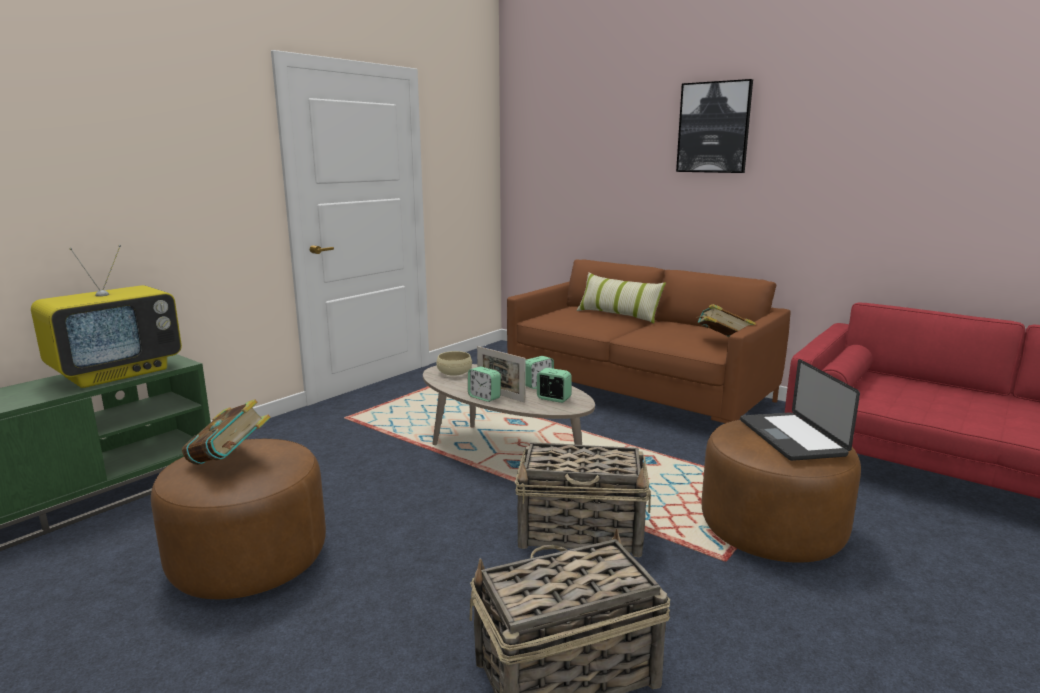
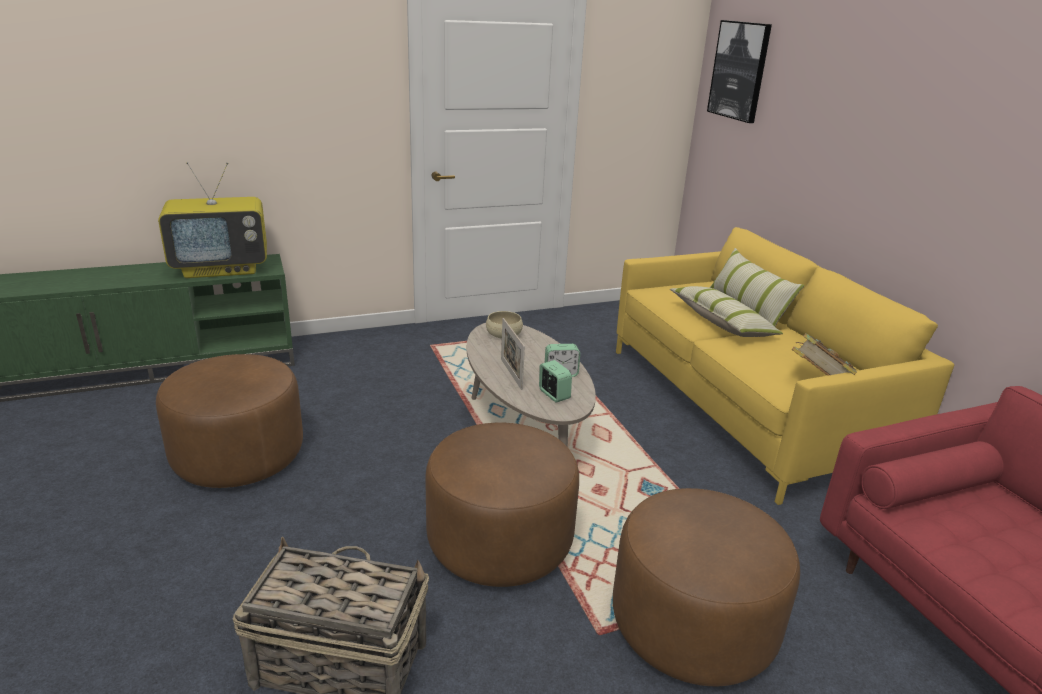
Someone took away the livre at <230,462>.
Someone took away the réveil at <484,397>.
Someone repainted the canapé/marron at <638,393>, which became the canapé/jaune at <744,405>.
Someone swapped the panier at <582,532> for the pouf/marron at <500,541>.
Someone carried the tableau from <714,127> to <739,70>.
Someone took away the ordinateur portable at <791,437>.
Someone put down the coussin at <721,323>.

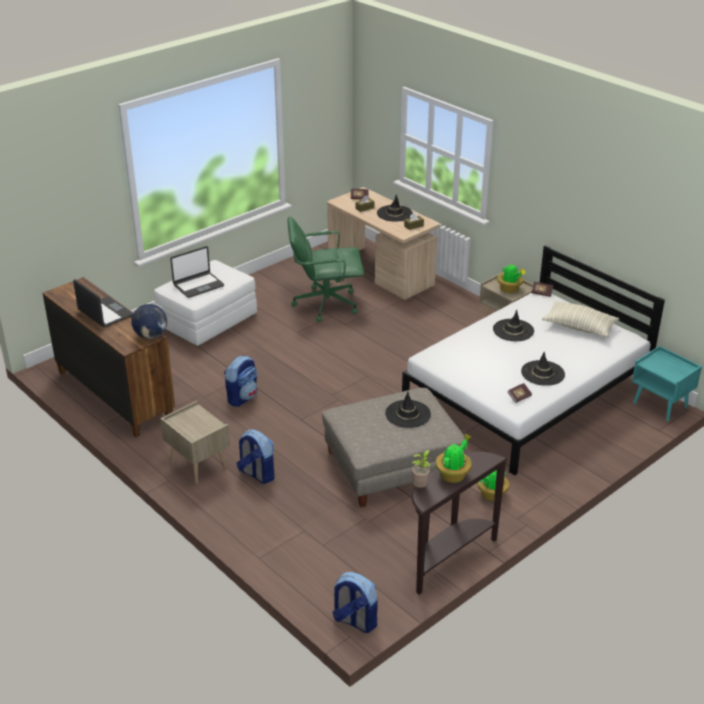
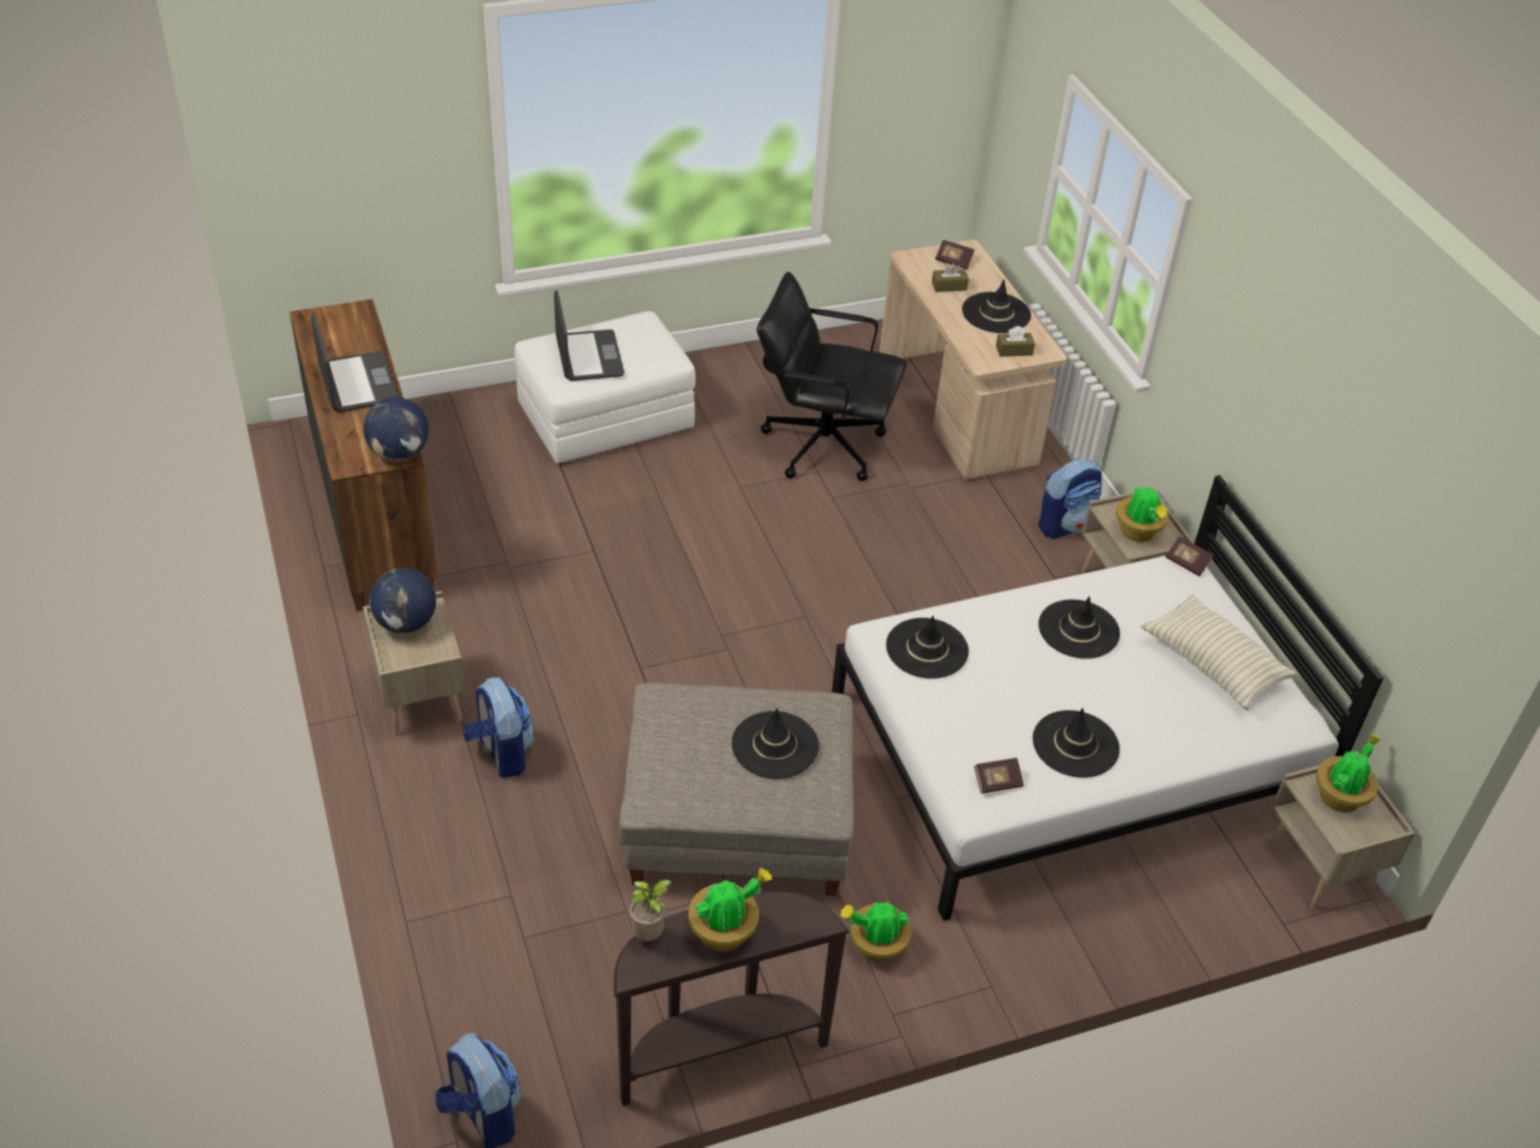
Someone rotated the ordinateur portable at <198,285> by 90 degrees counterclockwise.
Someone carried the sac à dos from <242,397> to <1065,524>.
Someone repainted the chaise de bureau/vert at <325,304>, which became the chaise de bureau/noir at <822,444>.
Someone repainted the table de chevet/turquoise at <661,405>, which became the table de chevet/beige at <1320,868>.
Someone put down the globe at <406,623>.
Someone put down the chapeau/noir at <927,649>.
Someone put down the plante en pot at <1340,796>.

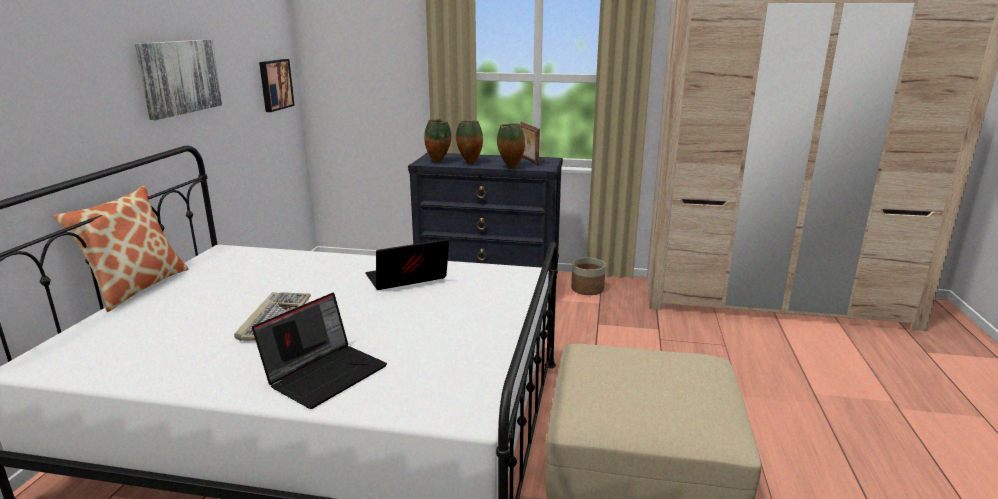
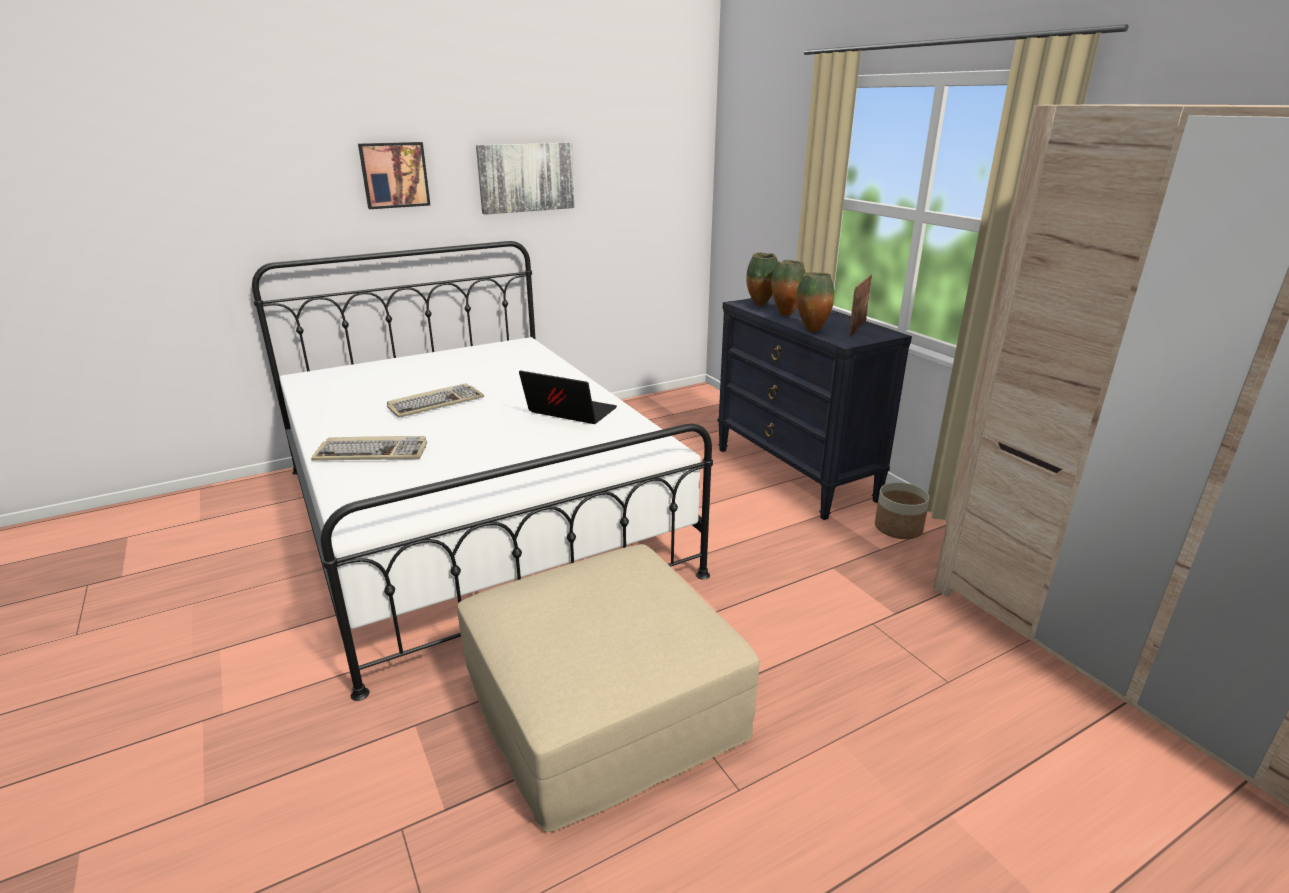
Someone took away the coussin at <136,287>.
Someone swapped the ordinateur portable at <326,373> for the clavier at <373,452>.
Someone carried the tableau from <275,84> to <394,175>.

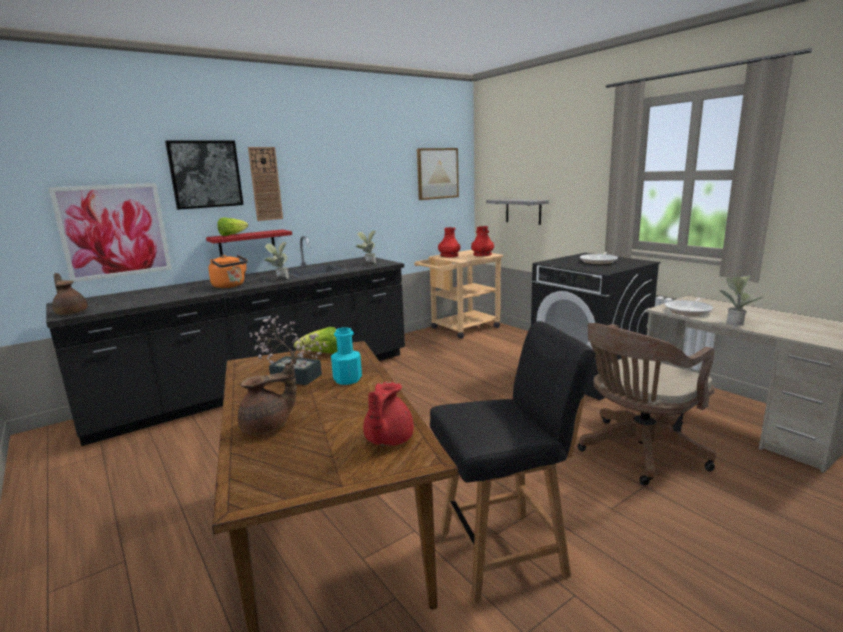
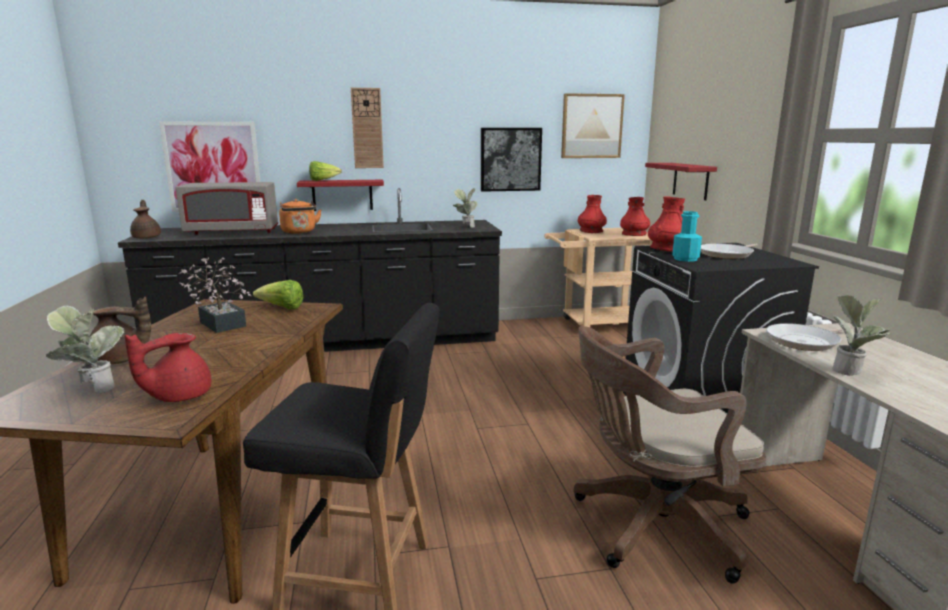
Someone carried the tableau from <205,174> to <510,159>.
Someone carried the plante en pot from <280,279> to <92,388>.
Someone carried the bouteille/turquoise from <347,379> to <685,259>.
Someone repainted the étagère/gris at <523,211>, which became the étagère/rouge at <690,180>.
Someone put down the micro-ondes/gris at <233,232>.
Someone put down the vase/rouge at <667,249>.

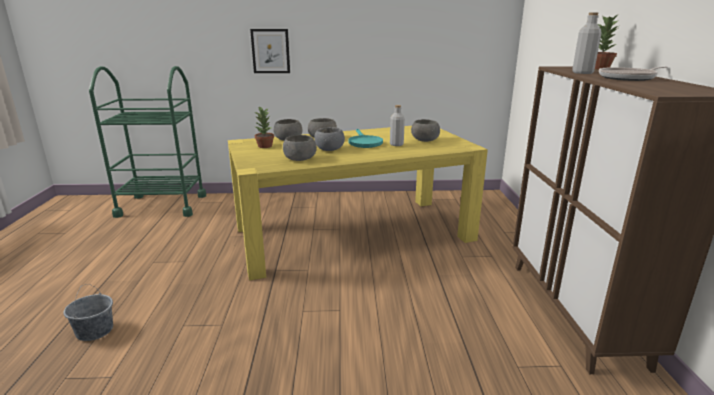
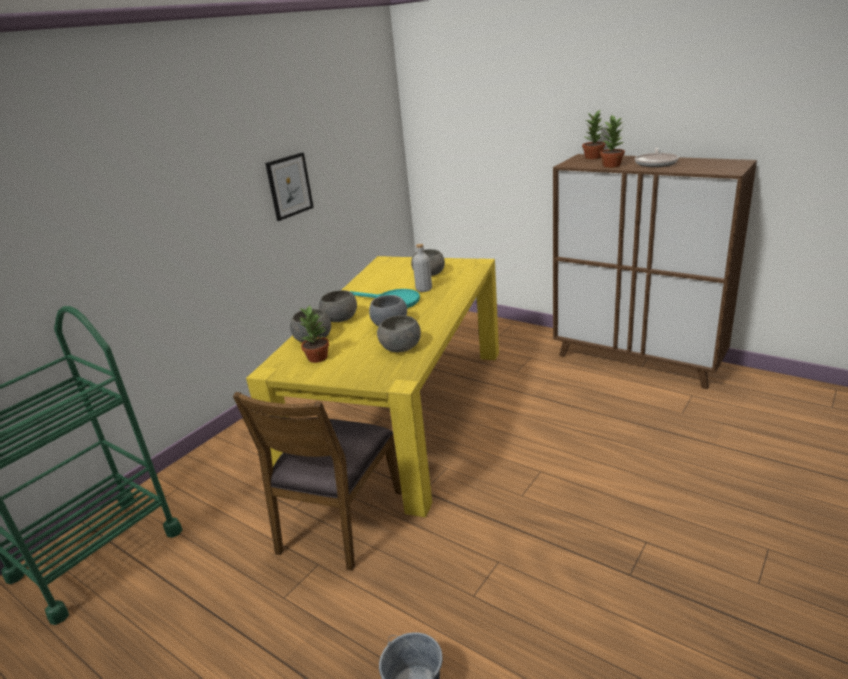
Someone carried the tableau from <270,51> to <289,186>.
Someone swapped the bouteille/gris at <582,73> for the plante en pot at <612,165>.
Someone put down the chaise/marron at <338,521>.

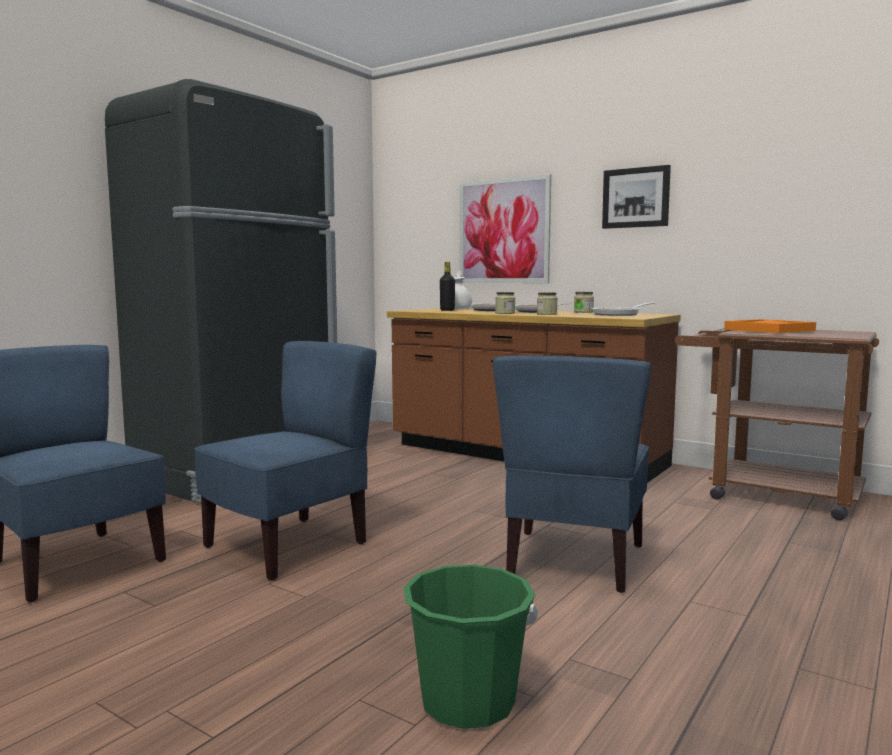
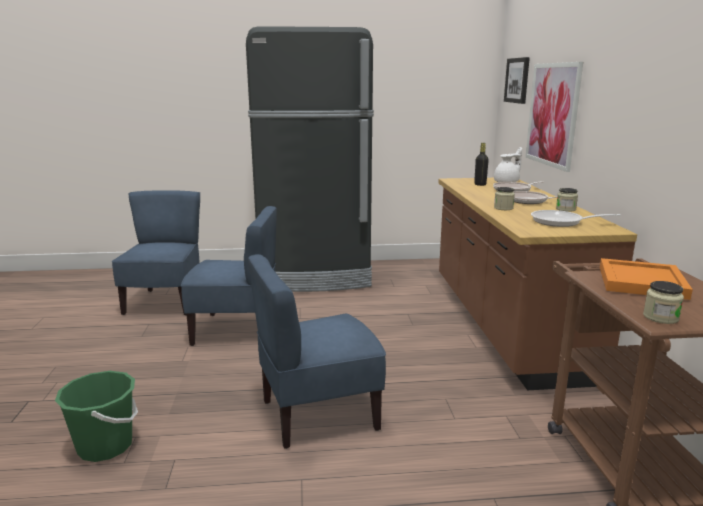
Someone carried the bocal from <505,313> to <660,317>.
Someone carried the tableau from <636,198> to <517,80>.

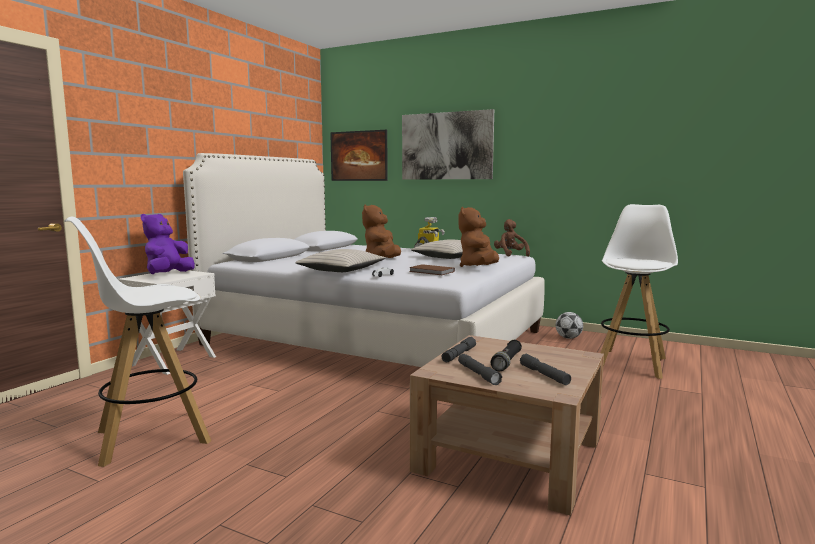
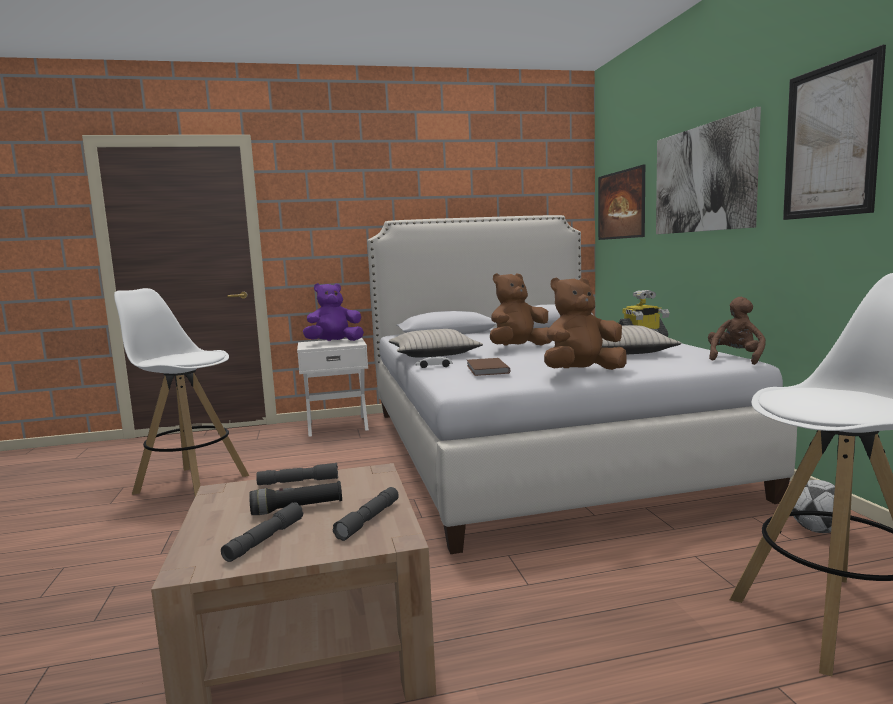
Someone carried the lampe de poche/gris from <478,374> to <368,520>.
Someone put up the tableau at <830,141>.

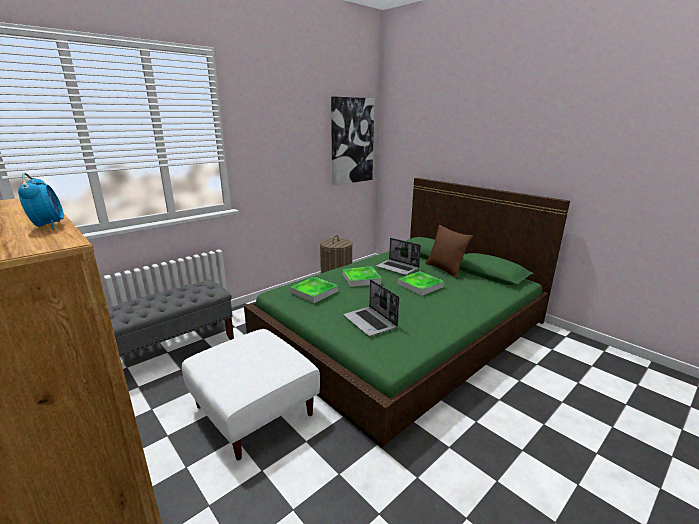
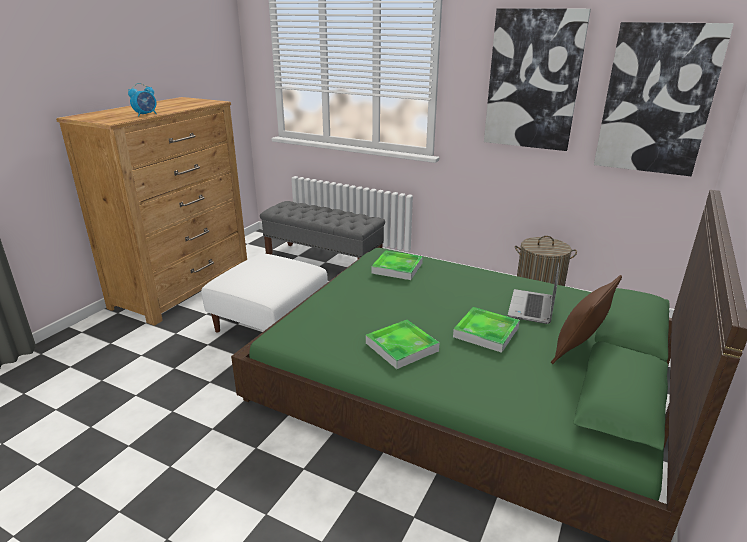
Someone carried the plateau from <361,279> to <401,347>.
Someone took away the ordinateur portable at <370,322>.
Someone put up the tableau at <533,80>.

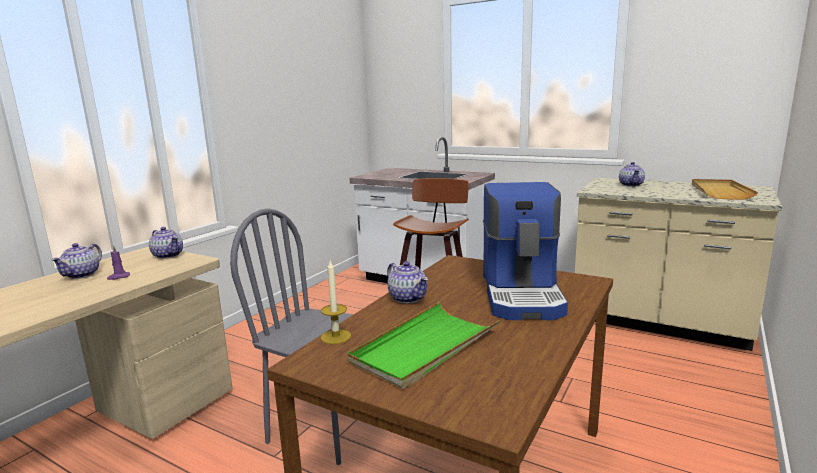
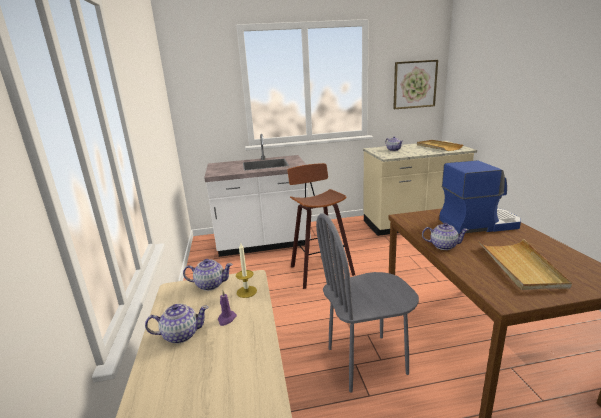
Someone rotated the théière at <82,275> by 75 degrees counterclockwise.
Someone carried the bougie from <336,337> to <246,292>.
Someone repainted the plateau/vert at <425,347>, which became the plateau/beige at <520,266>.
Someone rotated the machine à café at <523,294> by 60 degrees counterclockwise.
Someone put up the tableau at <414,84>.

